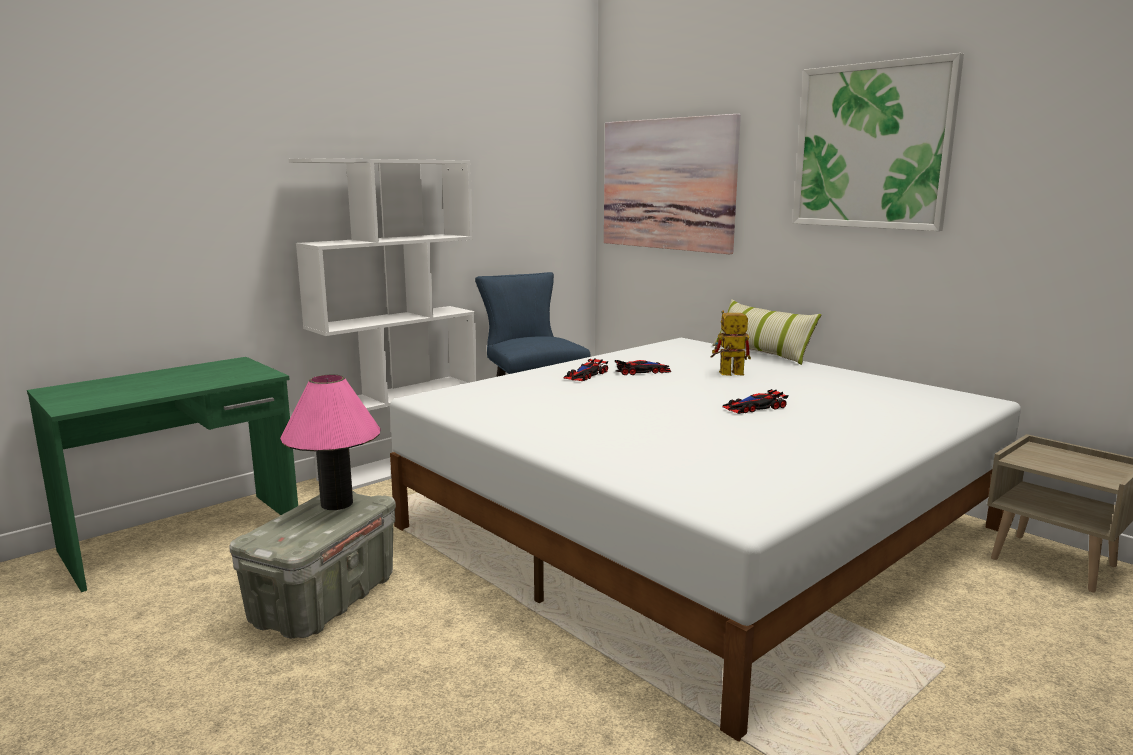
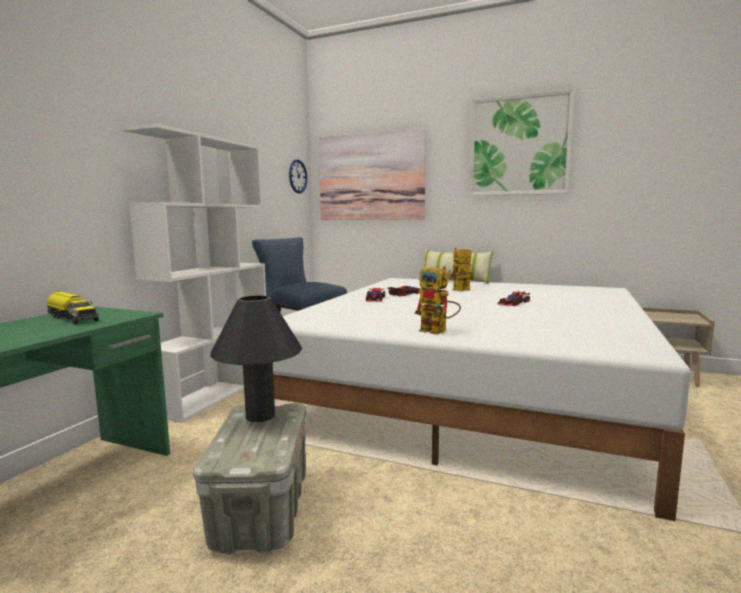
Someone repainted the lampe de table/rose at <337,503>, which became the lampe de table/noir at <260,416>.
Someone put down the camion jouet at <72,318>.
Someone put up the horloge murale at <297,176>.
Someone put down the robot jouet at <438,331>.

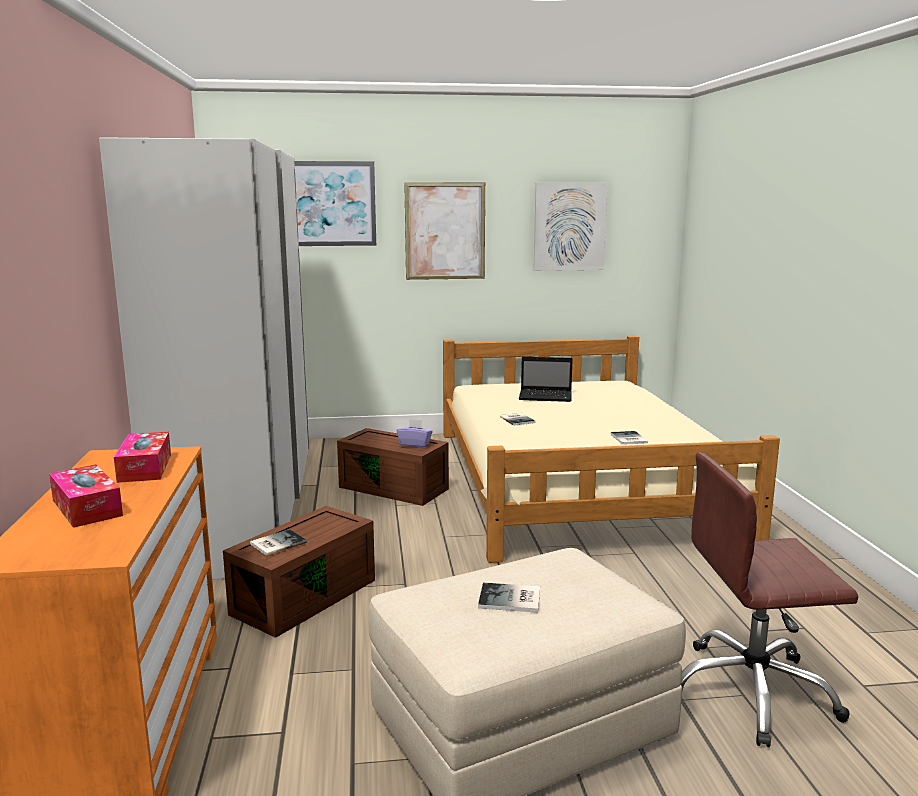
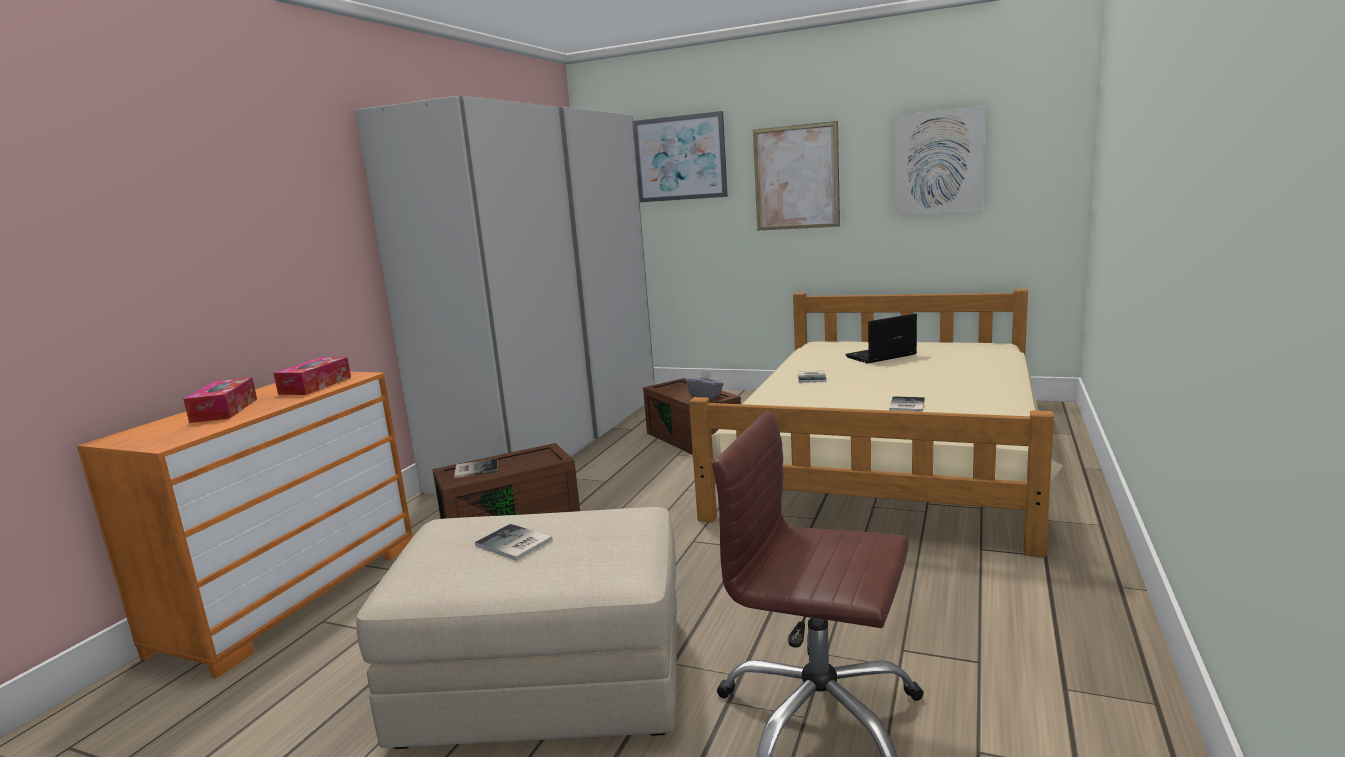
Someone repainted the boîte à mouchoirs/violet at <415,444>, which became the boîte à mouchoirs/gris at <705,396>.
Someone rotated the ordinateur portable at <546,397> by 120 degrees clockwise.

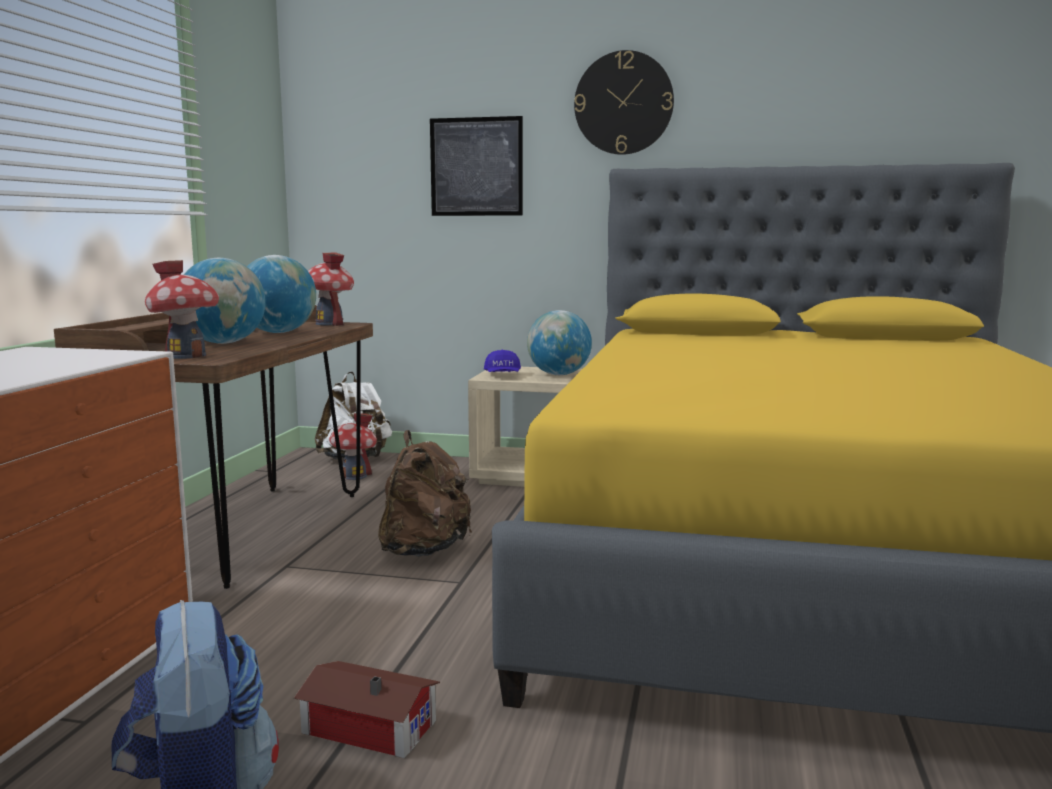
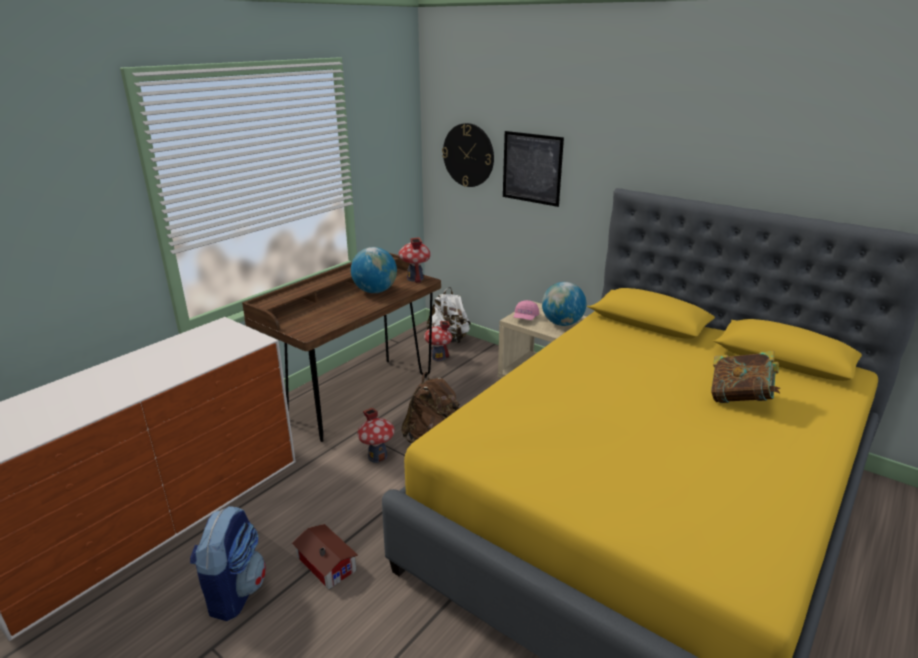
Someone carried the maison miniature from <186,356> to <377,456>.
Someone took away the globe at <224,343>.
Someone repainted the casquette/bleu at <502,375>, which became the casquette/rose at <525,318>.
Someone carried the horloge murale from <623,103> to <468,155>.
Someone put down the livre at <739,399>.

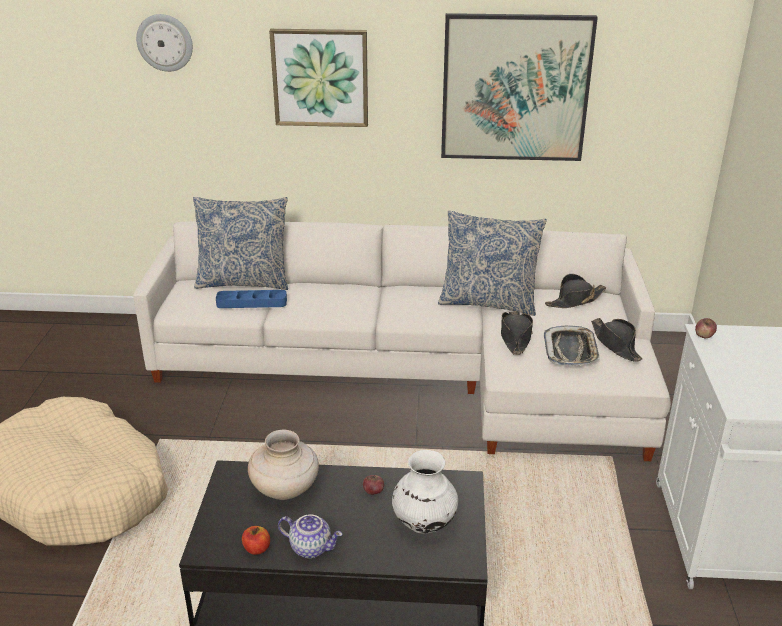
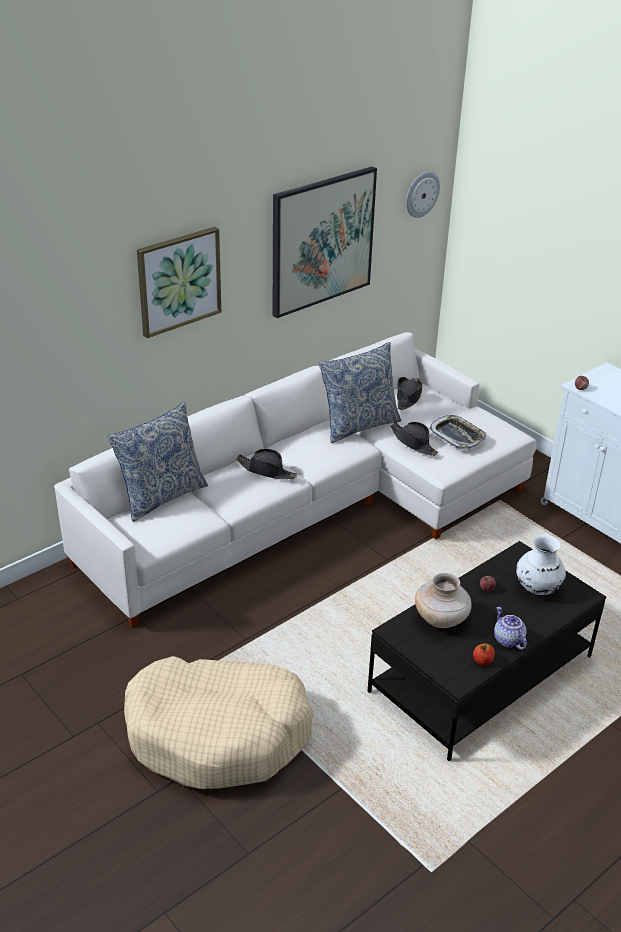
Someone carried the horloge murale from <165,42> to <421,194>.
Someone took away the plateau/bleu at <252,303>.
Someone rotated the théière at <311,547> by 90 degrees counterclockwise.
Someone carried the chapeau/noir from <615,344> to <266,470>.

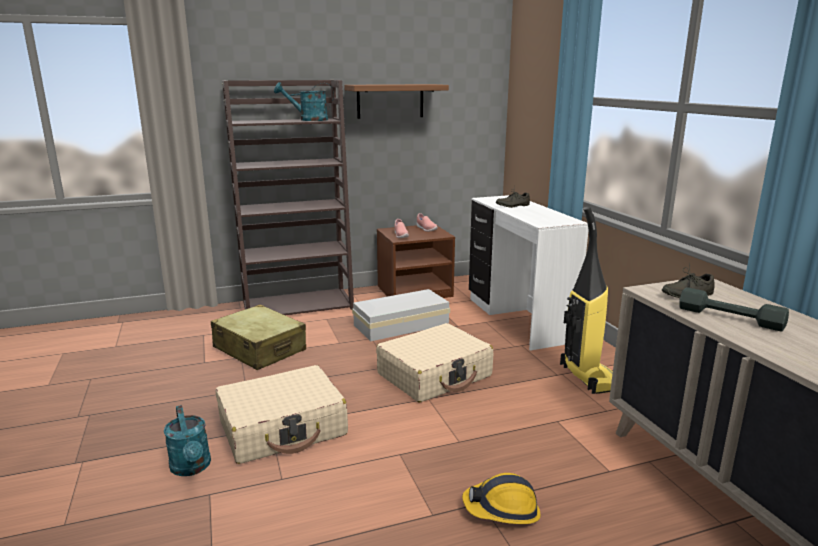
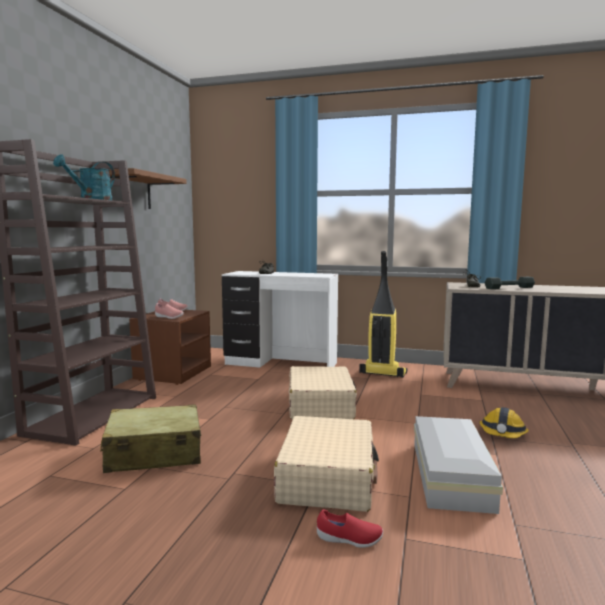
Someone swapped the arrosoir/turquoise at <192,468> for the chaussure/rouge at <349,540>.
Someone carried the boîte de rangement/blanc from <399,324> to <449,476>.

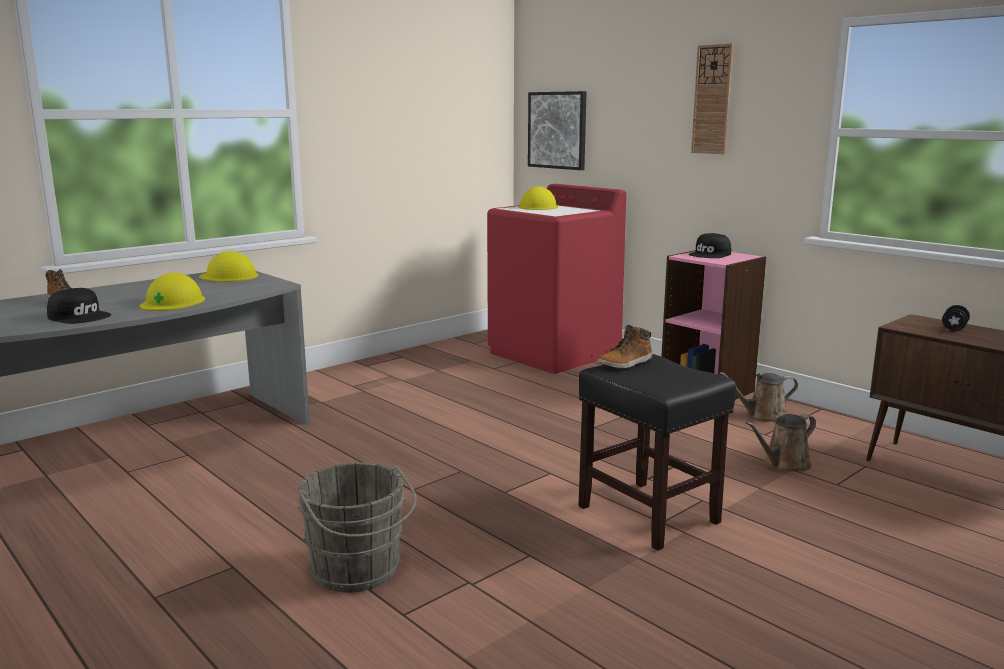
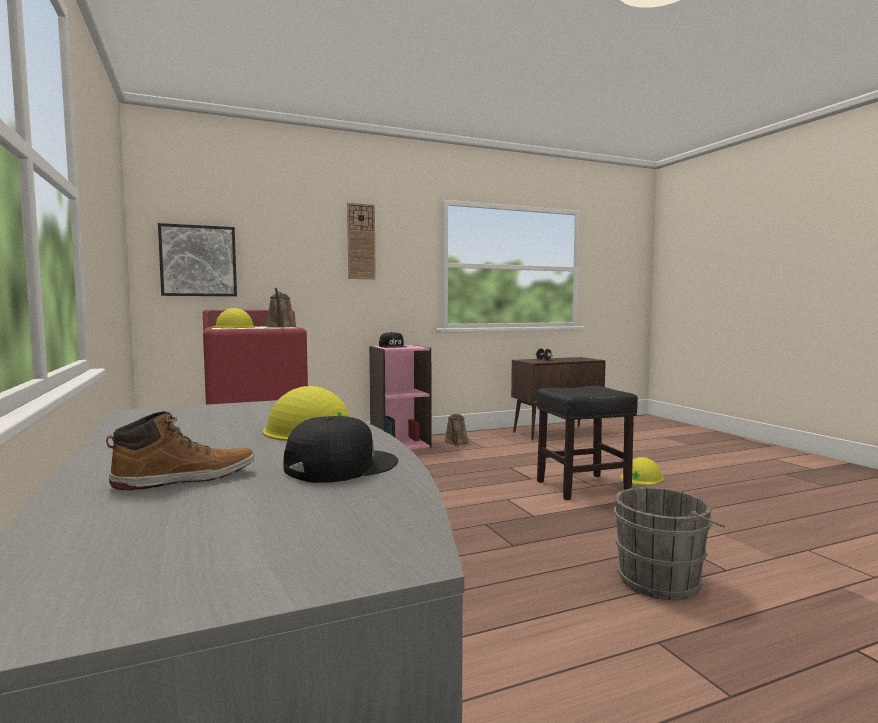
Someone carried the casque de chantier/jaune from <229,276> to <641,477>.
Someone took away the botte at <626,363>.
Someone carried the arrosoir/marron from <783,464> to <281,327>.

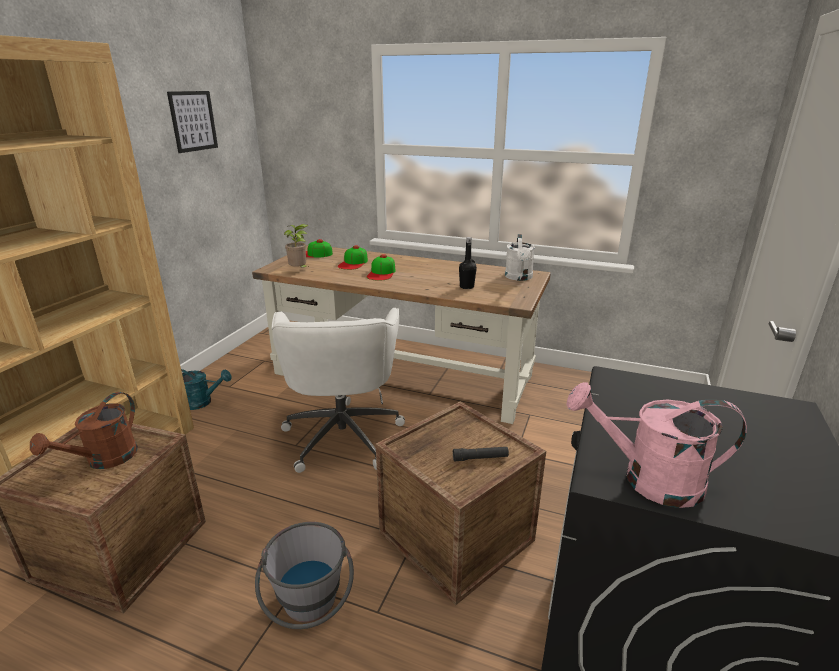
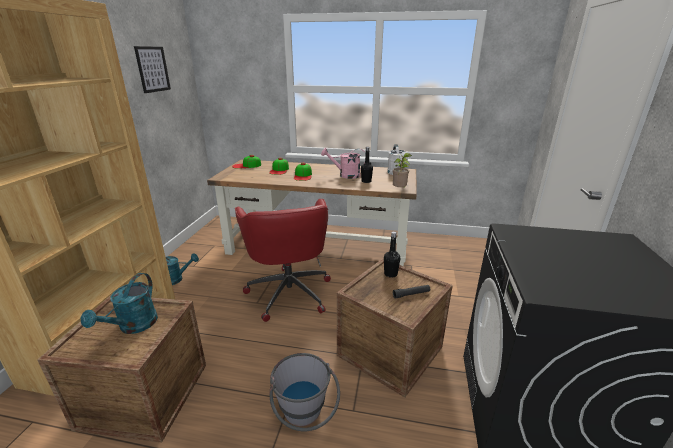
Someone repainted the arrosoir/marron at <104,460>, which became the arrosoir/turquoise at <133,327>.
Someone repainted the chaise de bureau/blanc at <343,434>, which became the chaise de bureau/rouge at <289,291>.
Someone carried the plante en pot from <299,270> to <400,190>.
Someone carried the arrosoir/rose from <648,480> to <345,175>.
Someone put down the bouteille/noir at <390,274>.

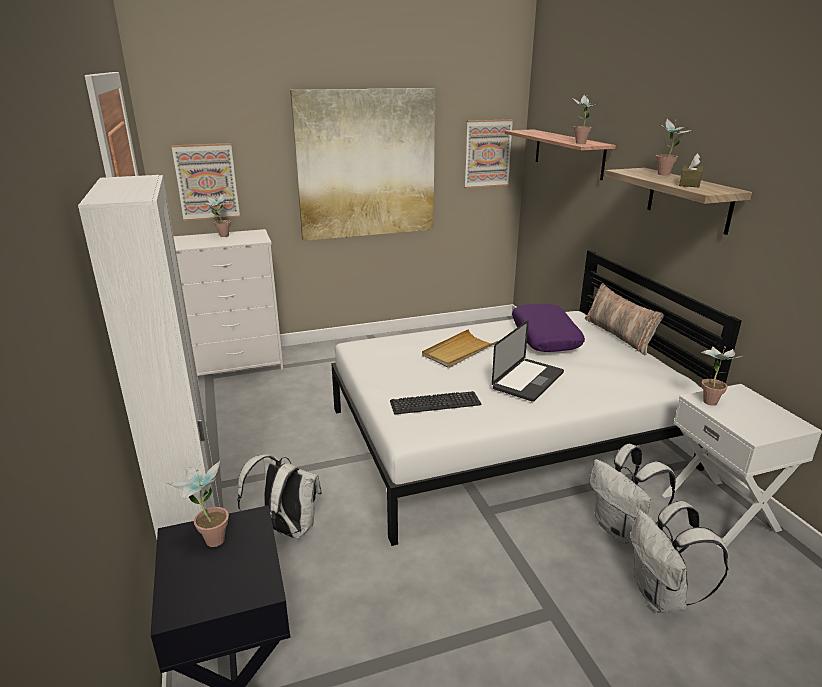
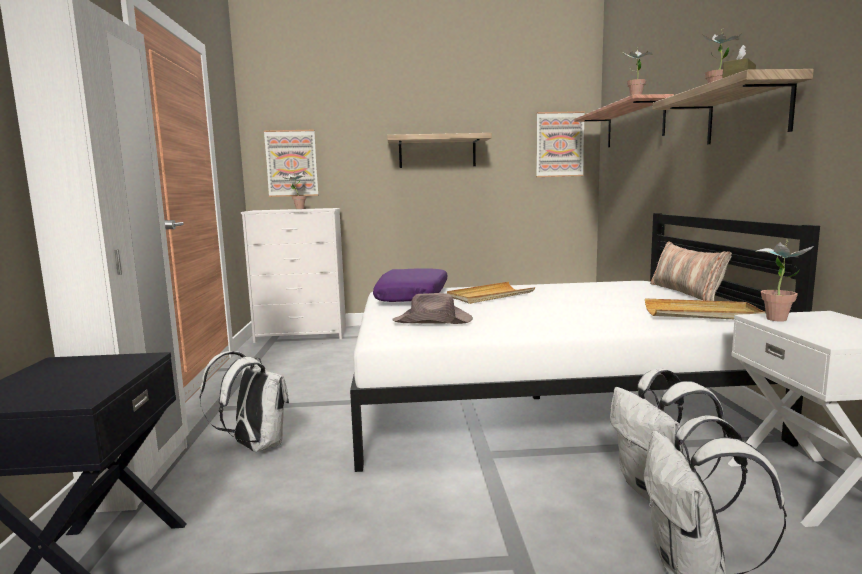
Someone took away the plante en pot at <210,538>.
Someone swapped the tableau at <366,164> for the étagère at <437,152>.
Someone swapped the clavier at <435,403> for the chapeau/marron at <433,321>.
Someone took away the ordinateur portable at <528,381>.
Someone carried the coussin/violet from <545,337> to <413,296>.
Someone put down the plateau/beige at <701,314>.

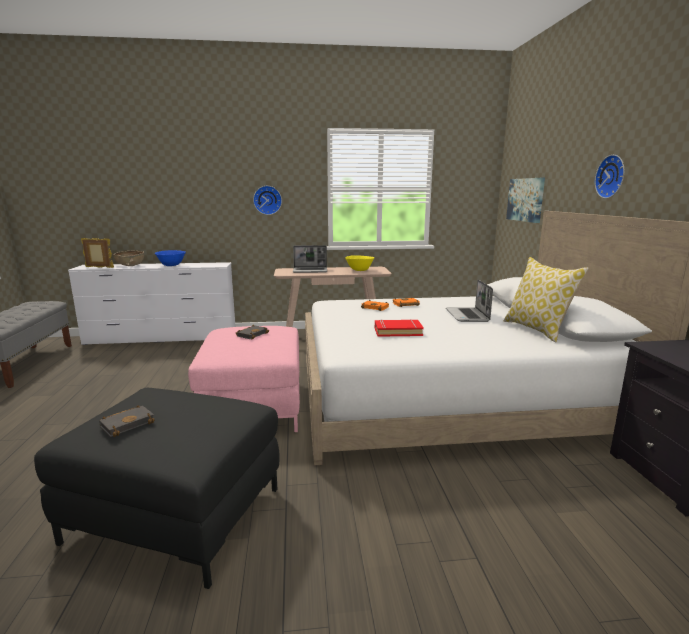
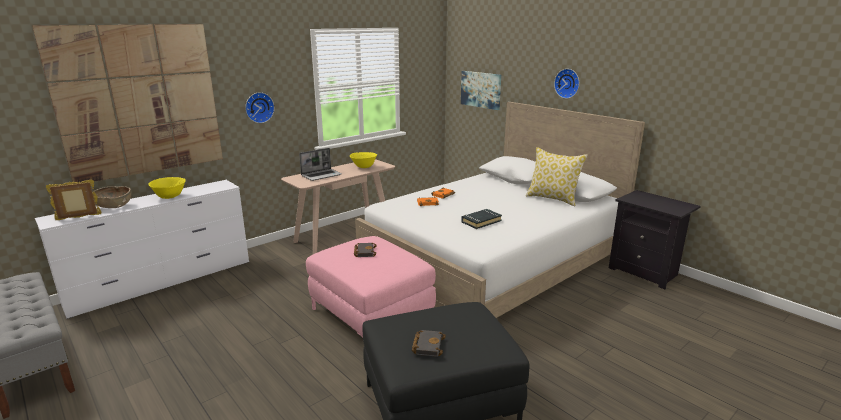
Someone repainted the bol/bleu at <172,265>, which became the bol/jaune at <170,197>.
Someone repainted the livre/rouge at <398,331>, which became the livre/noir at <481,221>.
Someone took away the ordinateur portable at <468,316>.
Someone put up the tableau at <140,101>.

